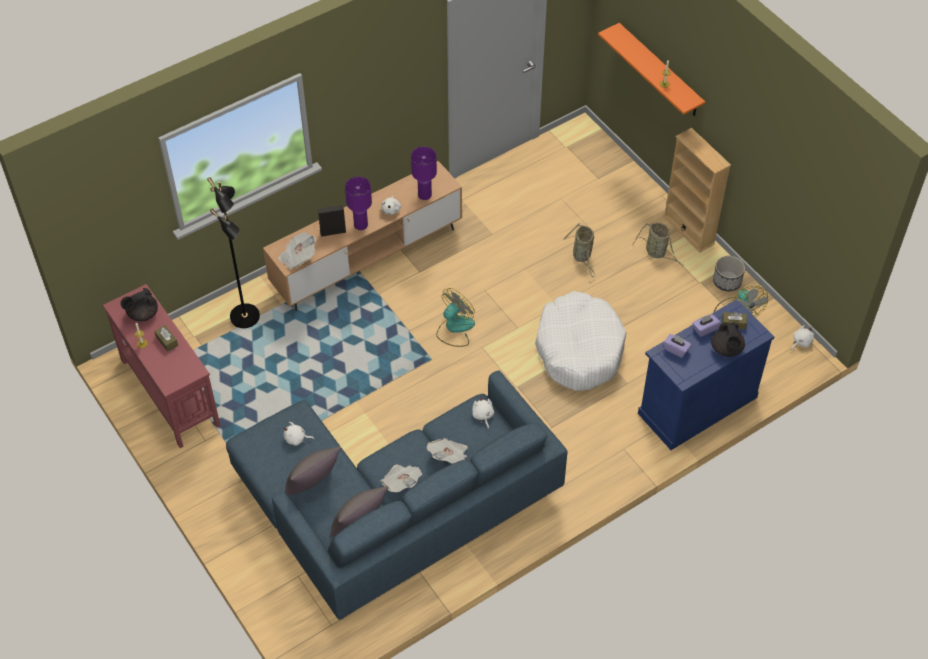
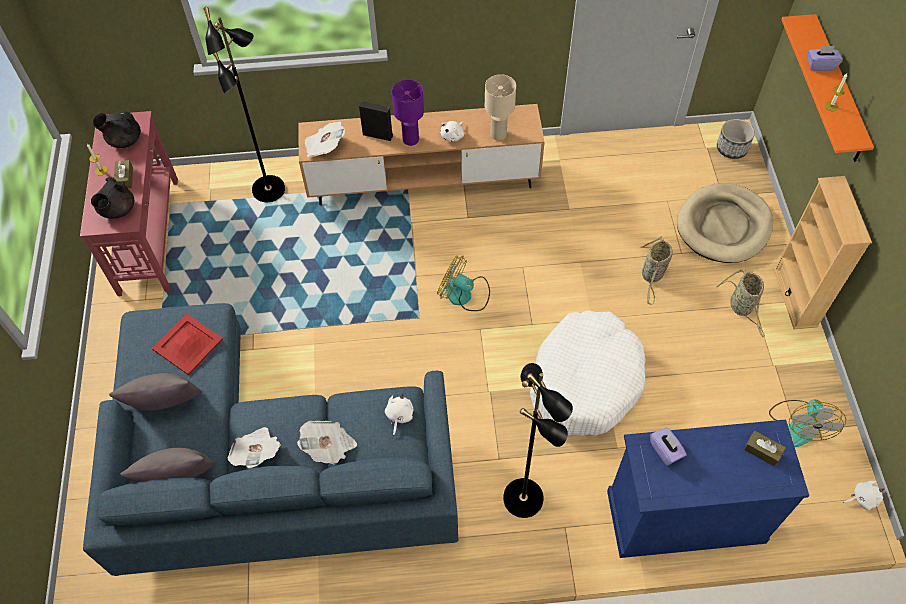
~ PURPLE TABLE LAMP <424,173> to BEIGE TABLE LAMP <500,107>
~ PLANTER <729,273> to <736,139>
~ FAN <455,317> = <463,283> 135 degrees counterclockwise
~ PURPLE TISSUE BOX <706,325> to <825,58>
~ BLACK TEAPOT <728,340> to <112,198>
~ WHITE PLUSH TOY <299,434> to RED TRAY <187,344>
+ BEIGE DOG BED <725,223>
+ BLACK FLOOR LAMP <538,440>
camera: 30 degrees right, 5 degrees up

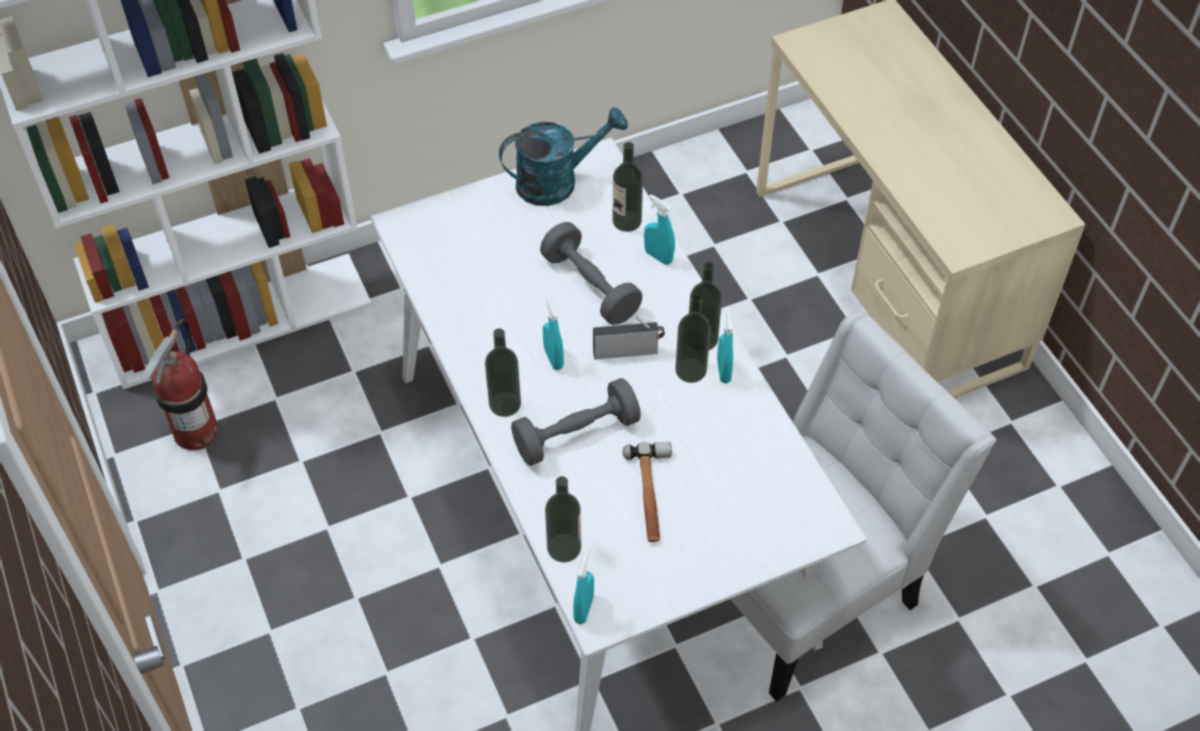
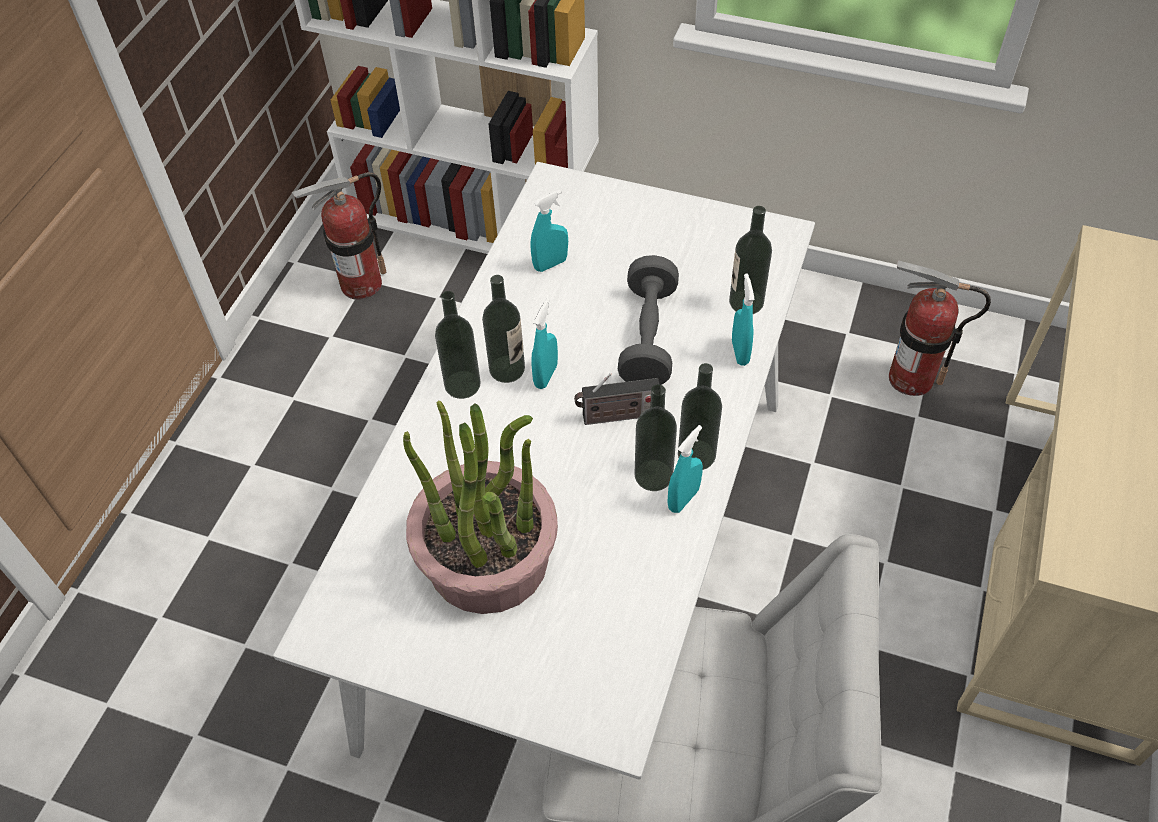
- TURQUOISE WATERING CAN <563,156>
~ RADIO <629,337> = <617,399> 135 degrees clockwise
- GREY DUMBBELL <576,422>
~ HAMMER <647,492> to POTTED PLANT <480,507>
~ BOTTLE <563,519> to <503,329>
~ TURQUOISE SPRAY BOTTLE <583,586> to <549,231>
+ FIRE EXTINGUISHER <940,328>
camera: 45 degrees right, 0 degrees up

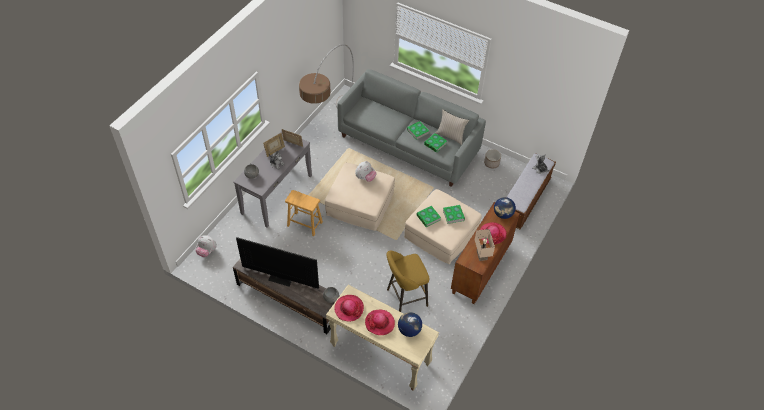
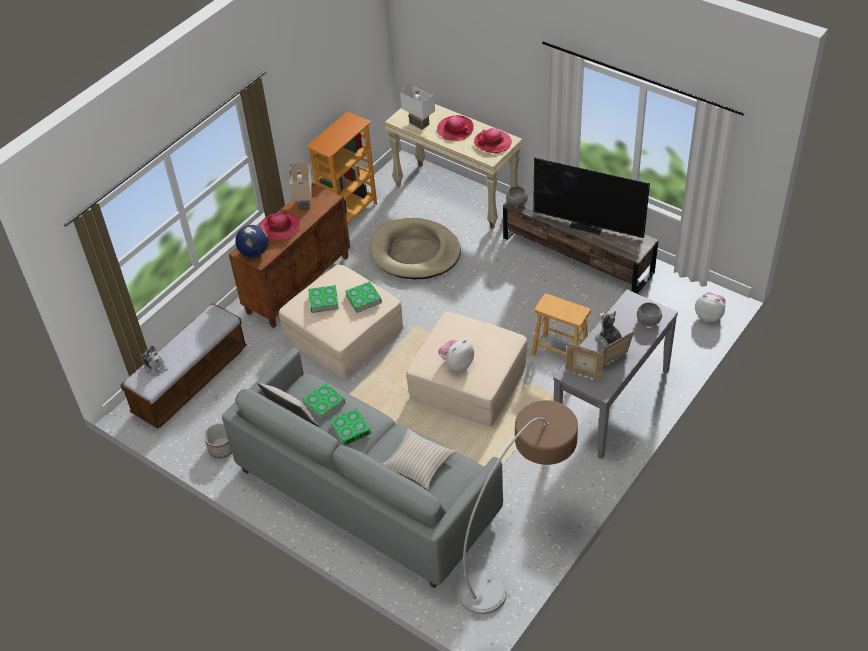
~ YELLOW STOOL <407,281> to BEIGE DOG BED <415,248>
~ GLOBE <410,324> to WHITE TABLE LAMP <417,106>
+ BOOKCASE <341,167>
+ BEIGE PILLOW <419,459>
camera: 170 degrees left, 5 degrees down

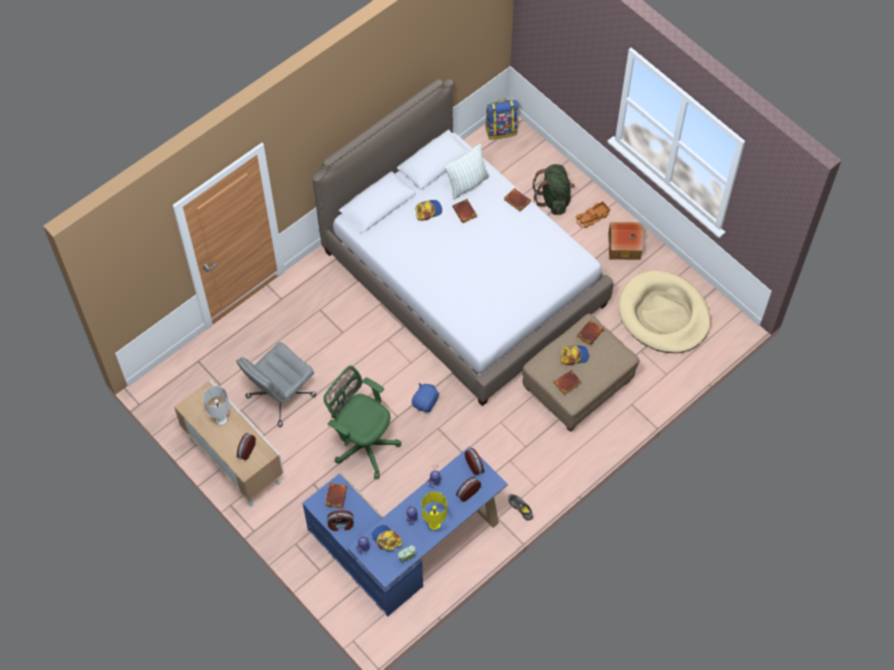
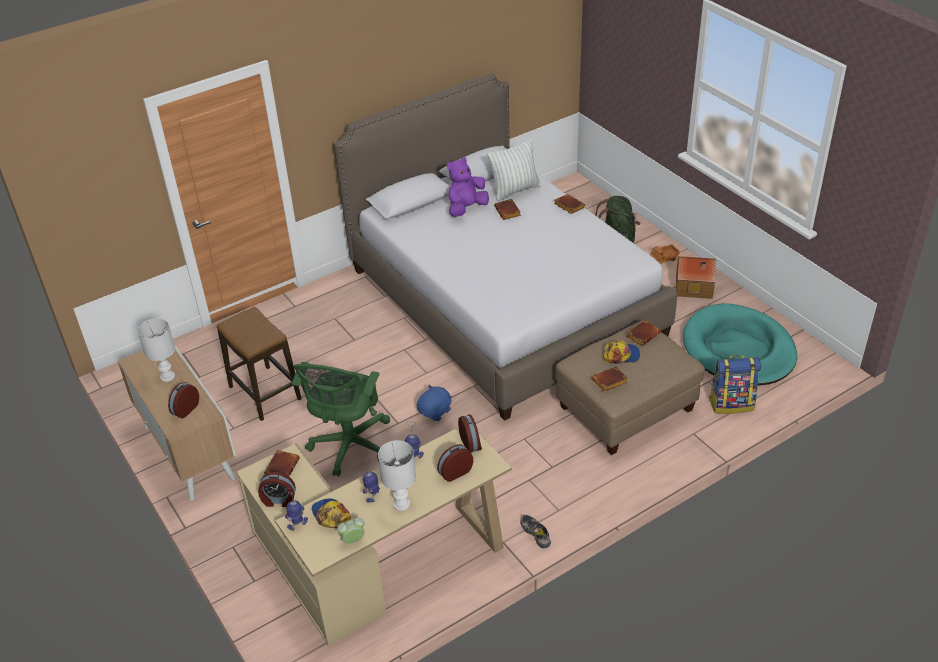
~ BACKPACK <502,118> to <735,384>
~ CAP <428,210> to PURPLE PLUSH TOY <468,187>
~ BEIGE DOG BED <664,311> to TURQUOISE DOG BED <740,344>
~ GREY OFFICE CHAIR <276,384> to STOOL <259,363>
~ GREEN OFFICE CHAIR <362,422> = <341,419> 120 degrees counterclockwise
~ BLUE DESK <405,531> to BEIGE DESK <374,536>
~ YELLOW TABLE LAMP <434,511> to WHITE TABLE LAMP <397,475>
camera: 10 degrees right, 20 degrees down

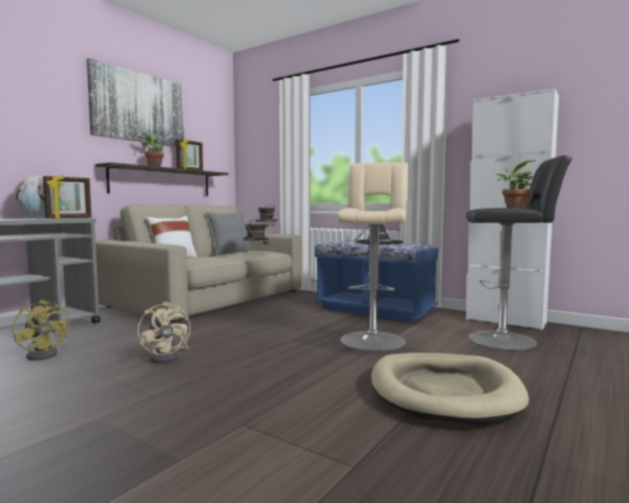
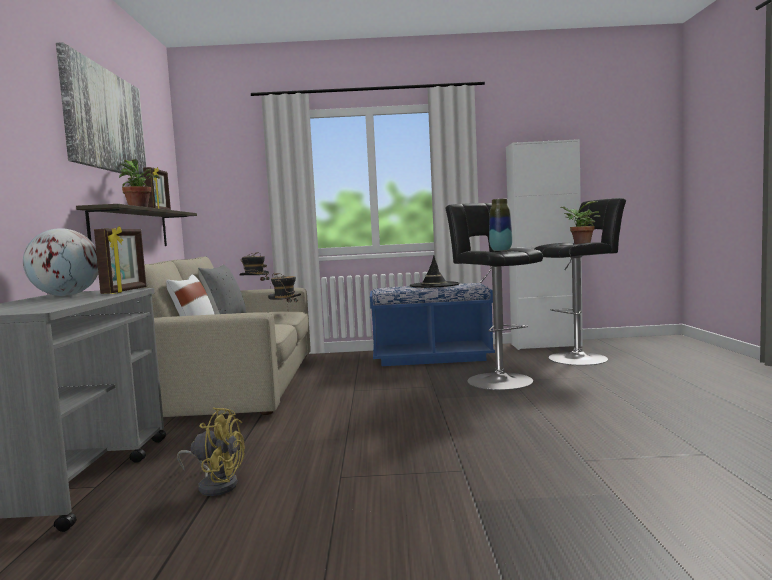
~ BEIGE STOOL <372,256> to BLACK STOOL <494,296>
- BEIGE FAN <164,332>
- BEIGE DOG BED <450,389>
+ VASE <500,225>
camera: 35 degrees left, 0 degrees up

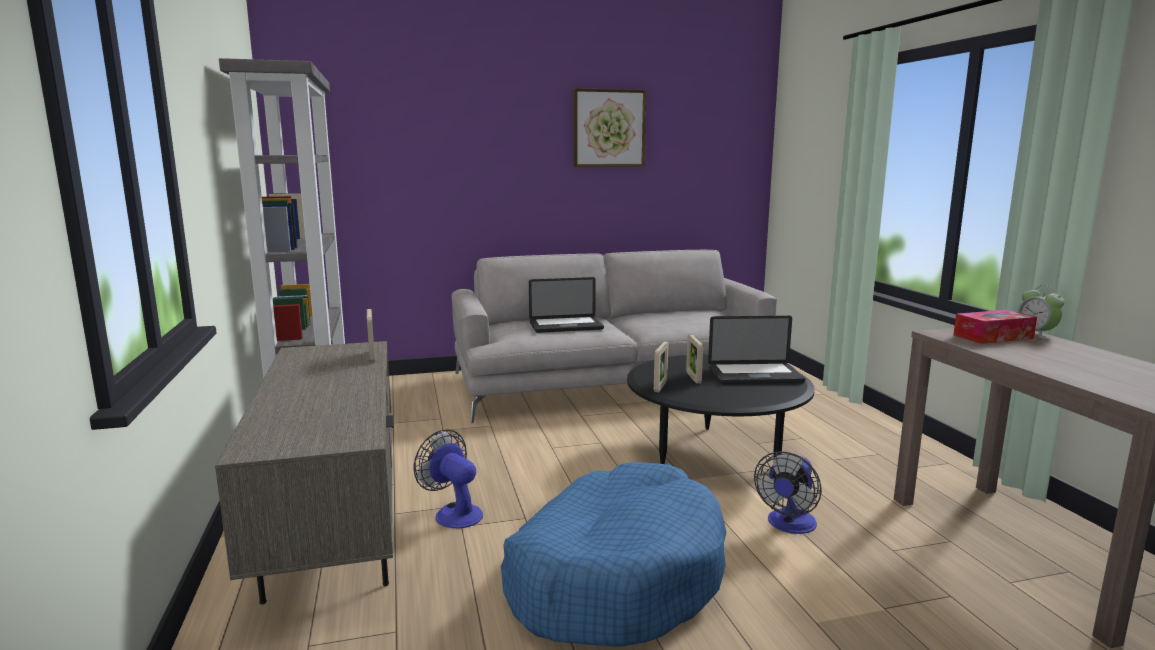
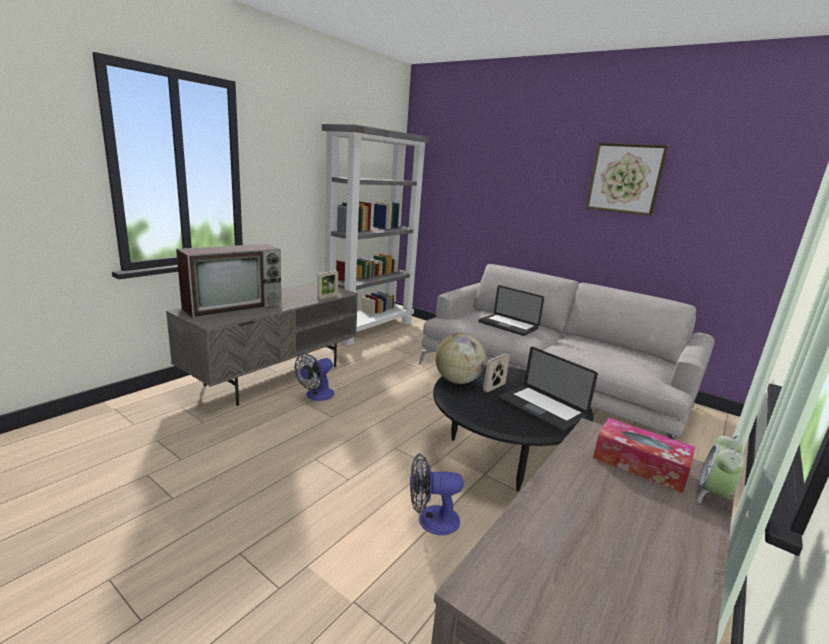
~ PICTURE FRAME <661,367> to GLOBE <460,358>
~ FAN <448,478> = <315,377> 150 degrees counterclockwise
- BLUE DOG BED <614,554>
+ TELEVISION <228,281>
camera: 50 degrees right, 5 degrees up

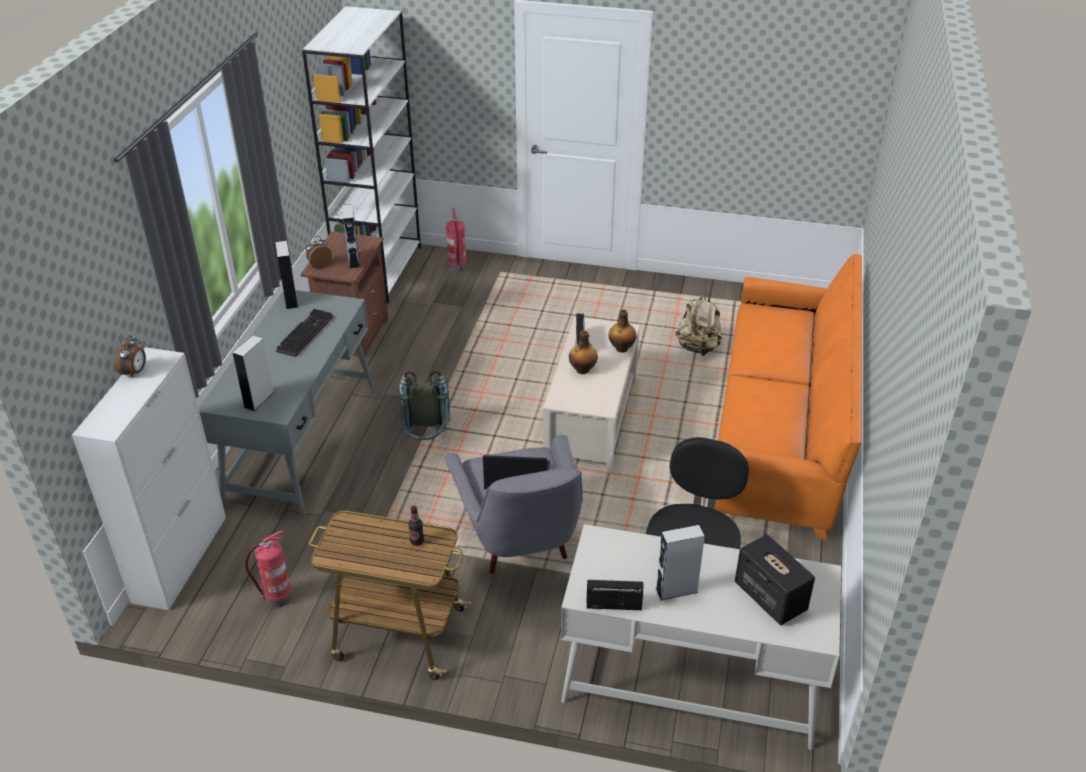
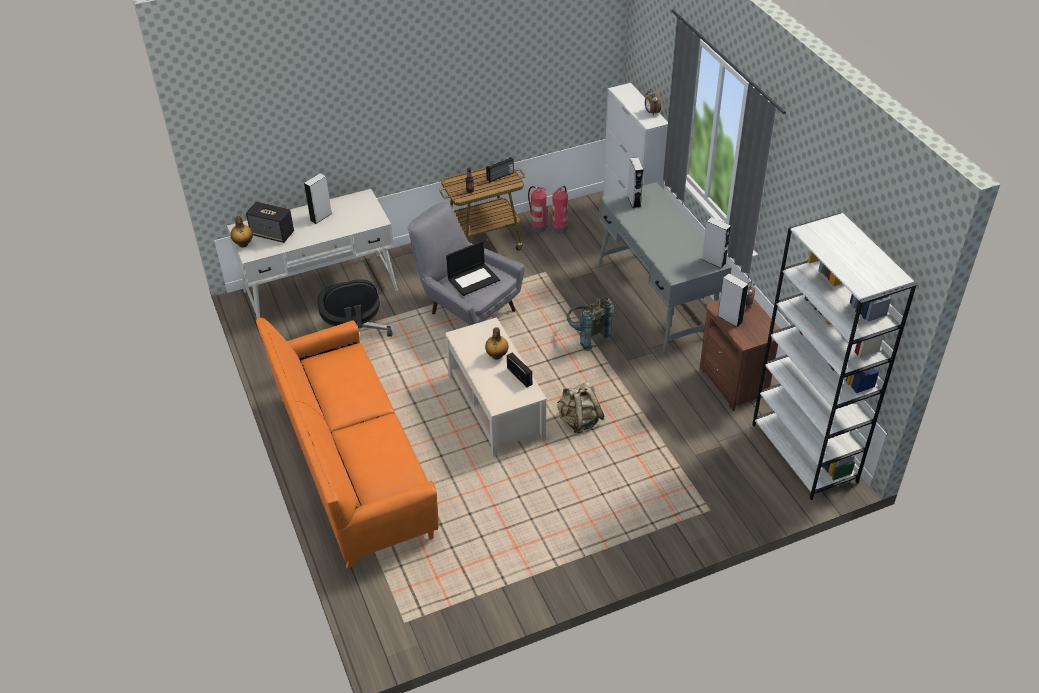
~ FIRE EXTINGUISHER <456,240> to <537,209>
~ BEIGE BACKPACK <698,325> to <580,407>
- KEYBOARD <304,332>
~ BOTTLE <623,331> to <241,231>
~ RADIO <614,595> to <500,169>
camera: 145 degrees right, 5 degrees up

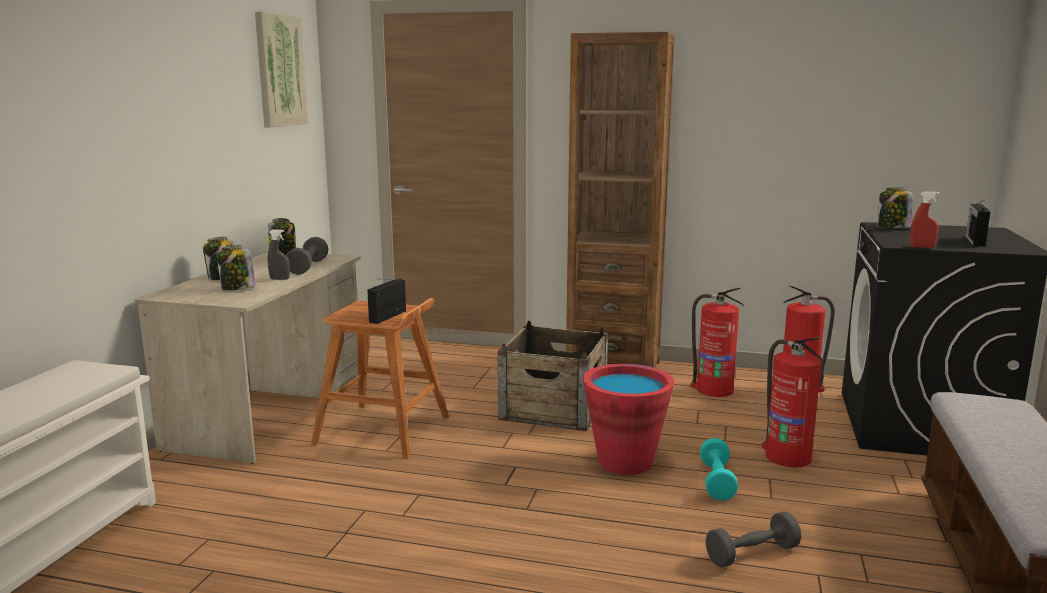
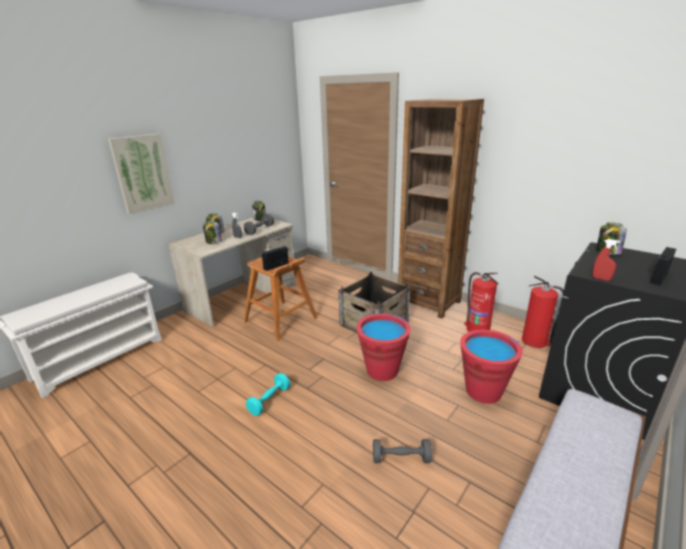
~ PICTURE <281,70> to <141,174>
~ FIRE EXTINGUISHER <792,402> to RED BUCKET <491,367>
~ TURQUOISE DUMBBELL <719,469> to <268,394>
camera: 25 degrees right, 10 degrees up

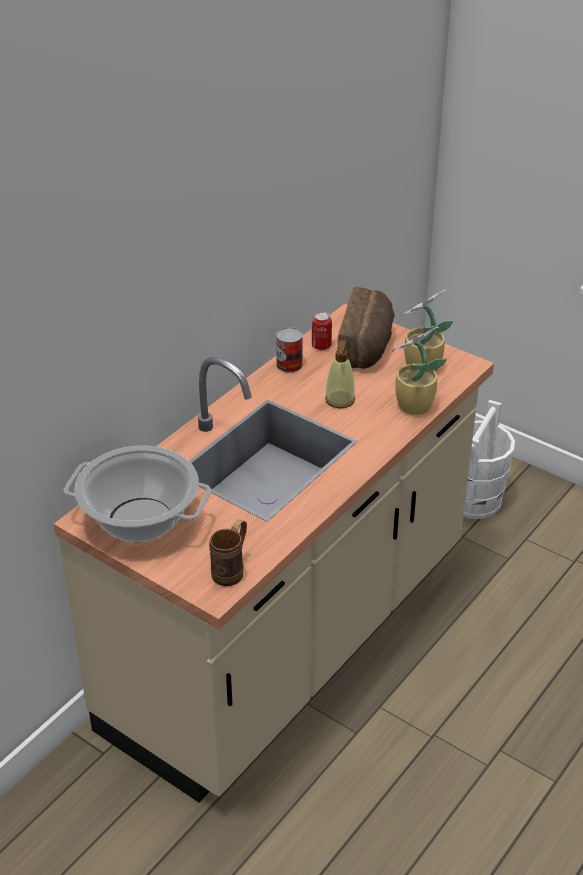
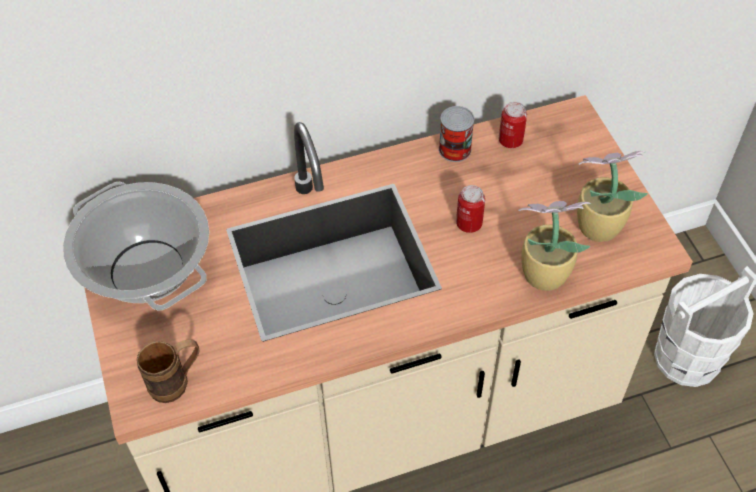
- BREAD <366,328>
~ SOAP DISPENSER <340,374> to CAN <470,209>
camera: 35 degrees right, 15 degrees up

